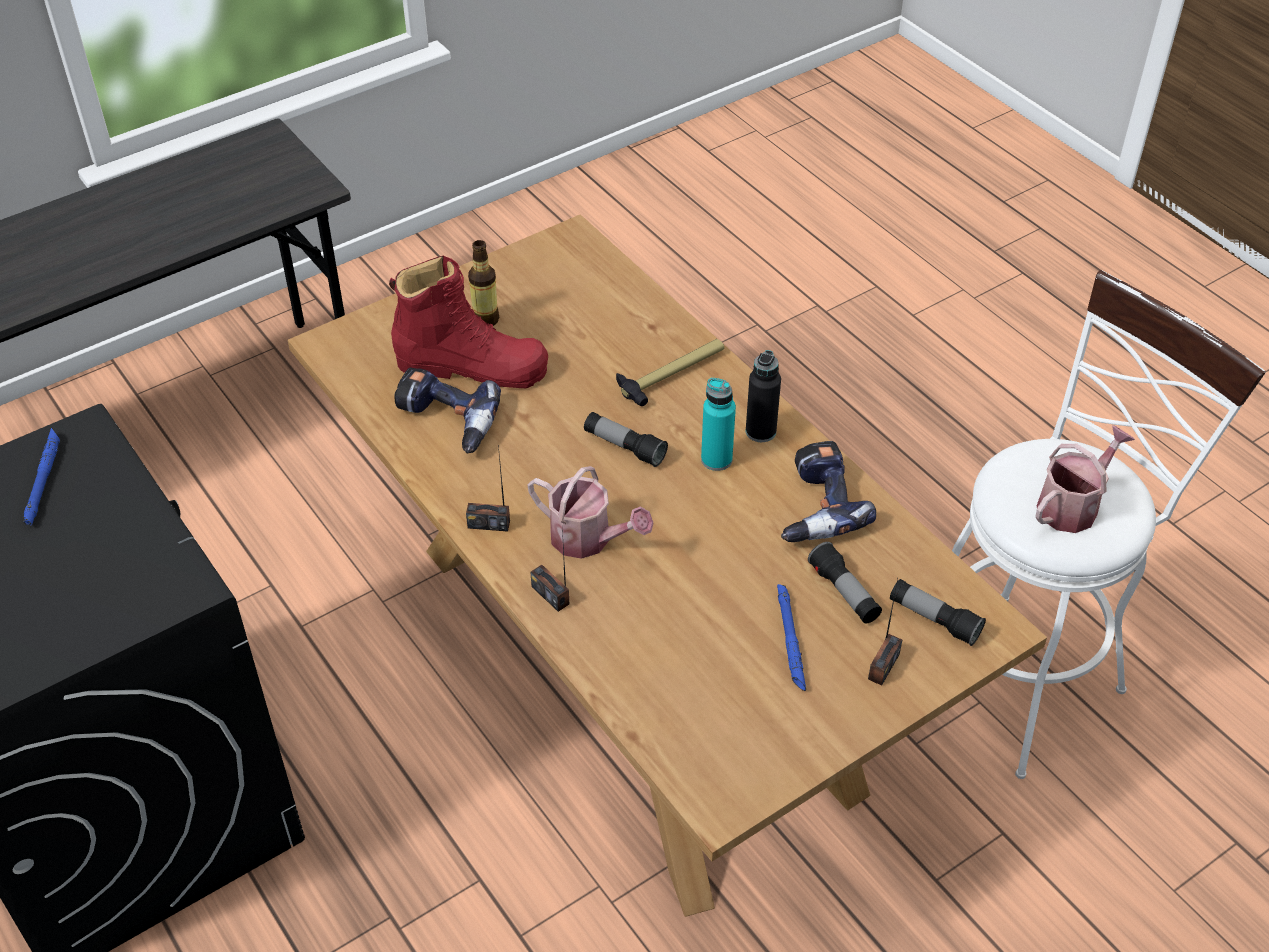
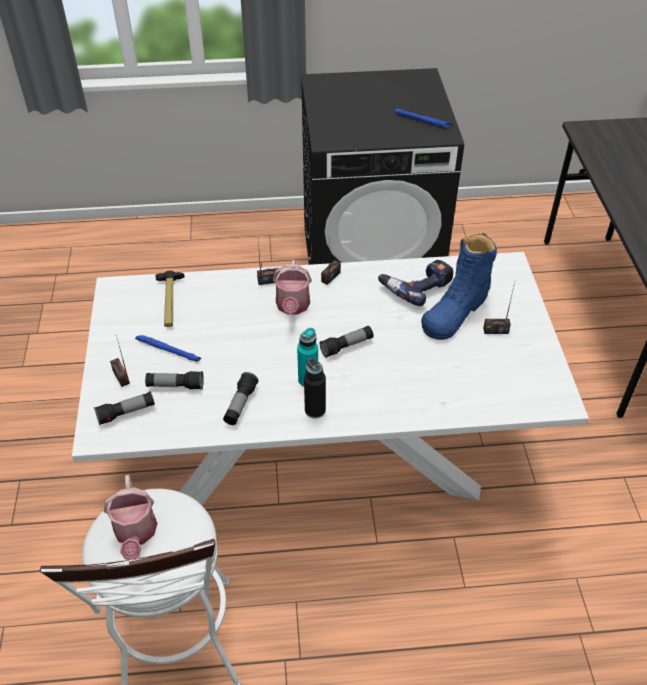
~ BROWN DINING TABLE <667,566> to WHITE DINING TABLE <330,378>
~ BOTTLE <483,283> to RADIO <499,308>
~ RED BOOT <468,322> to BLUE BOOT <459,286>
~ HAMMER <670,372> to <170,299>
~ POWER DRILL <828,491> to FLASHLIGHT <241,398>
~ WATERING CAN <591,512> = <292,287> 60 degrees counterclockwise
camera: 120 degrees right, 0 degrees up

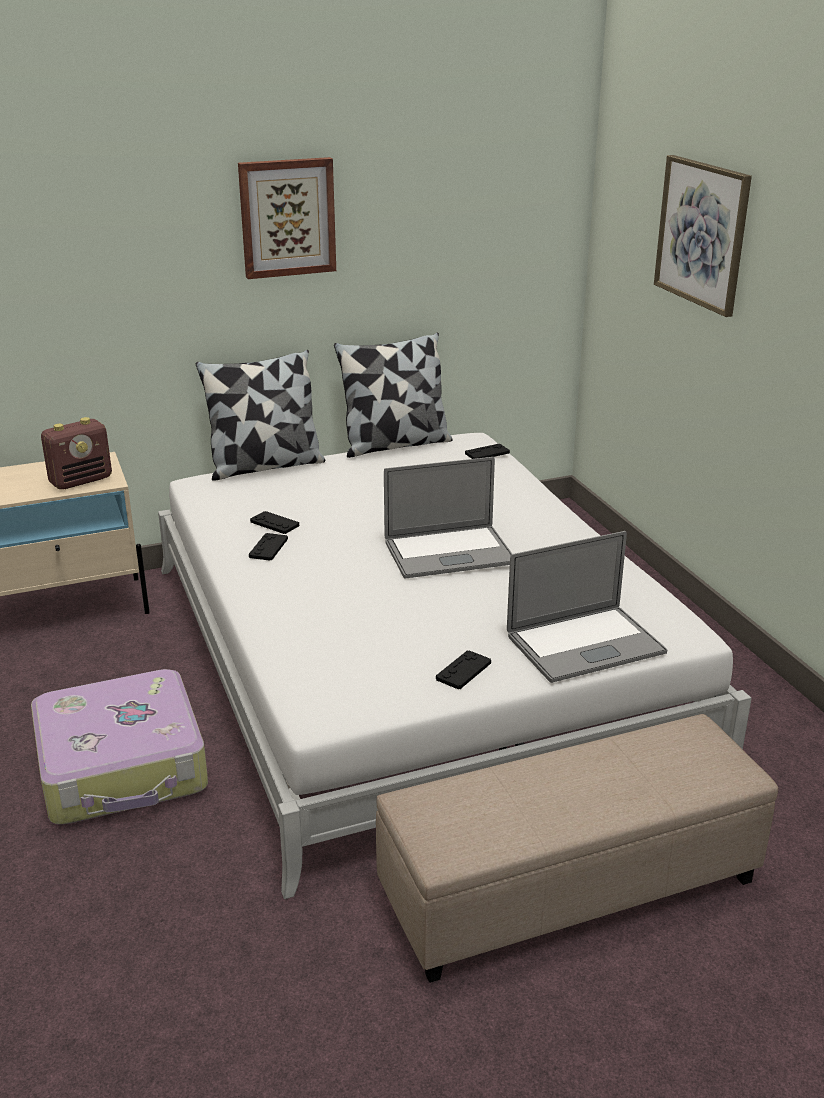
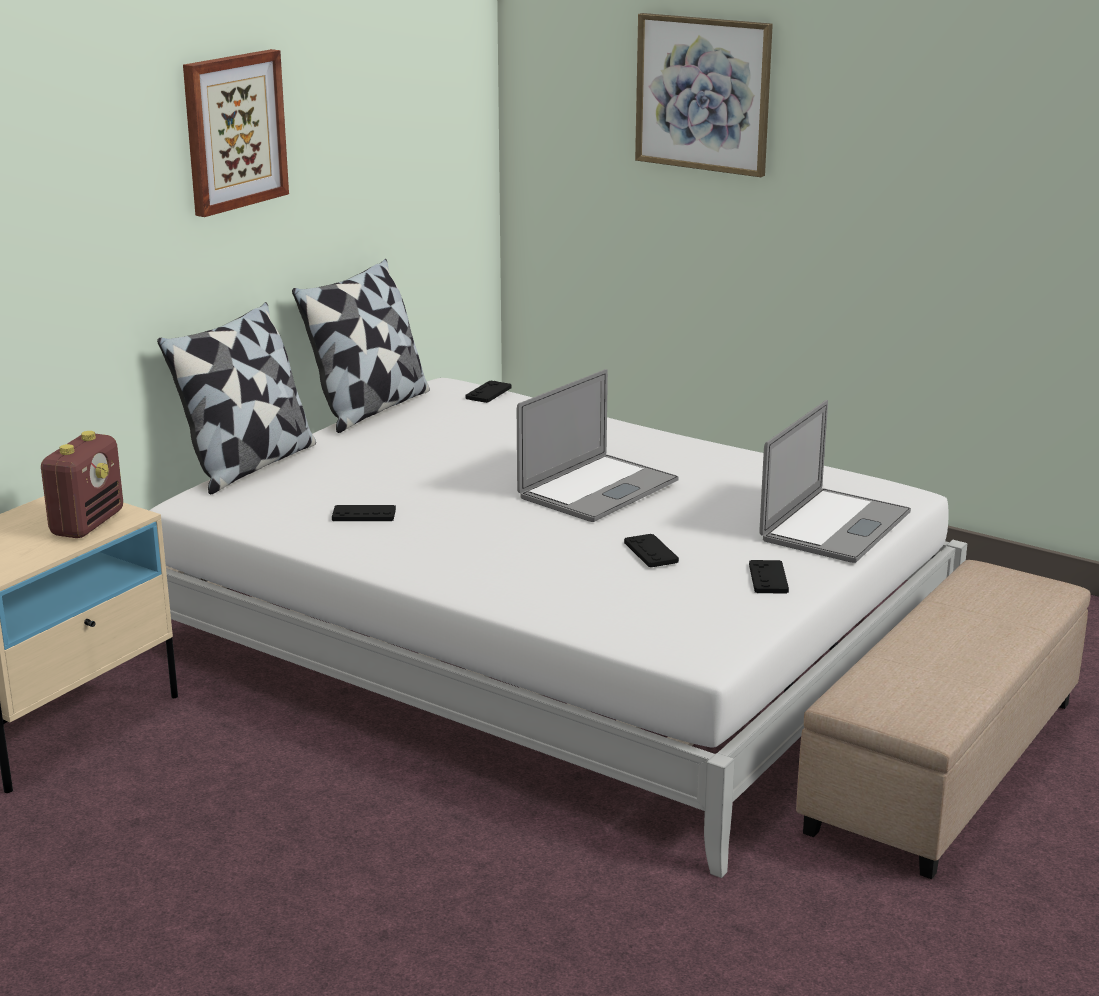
~ BLACK GAME CONTROLLER <268,547> to <651,550>
- SUITCASE <119,747>
camera: 35 degrees left, 5 degrees down

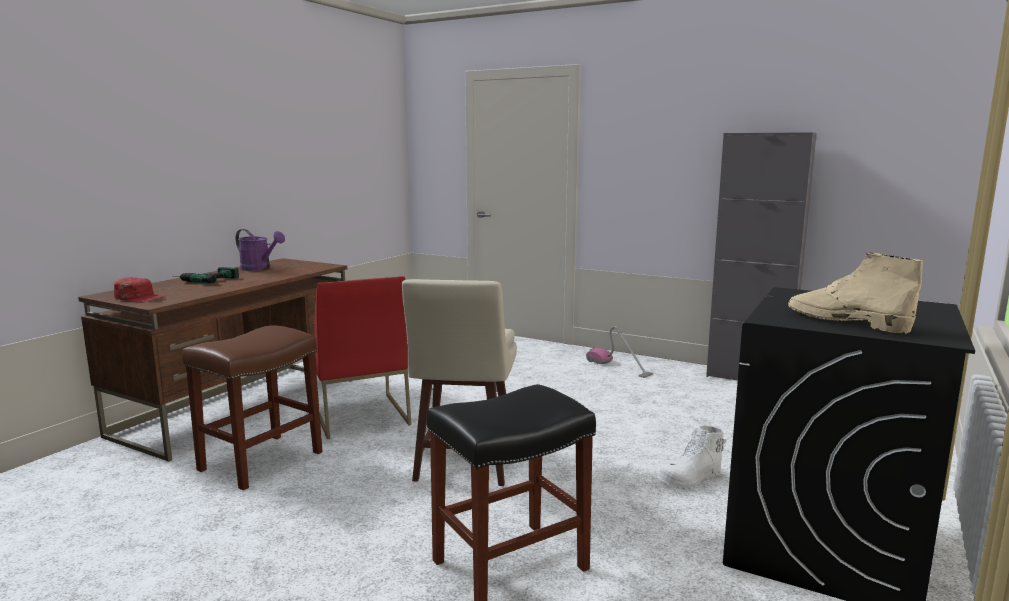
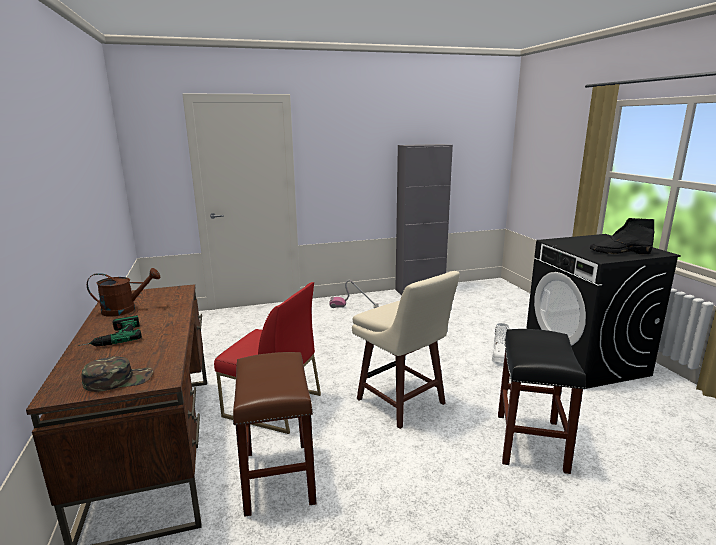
~ PURPLE WATERING CAN <260,250> to BROWN WATERING CAN <123,292>
~ BEIGE BOOT <855,294> to BLACK BOOT <622,236>
~ RED CAP <139,290> to GREEN CAP <117,374>
camera: 45 degrees left, 5 degrees up

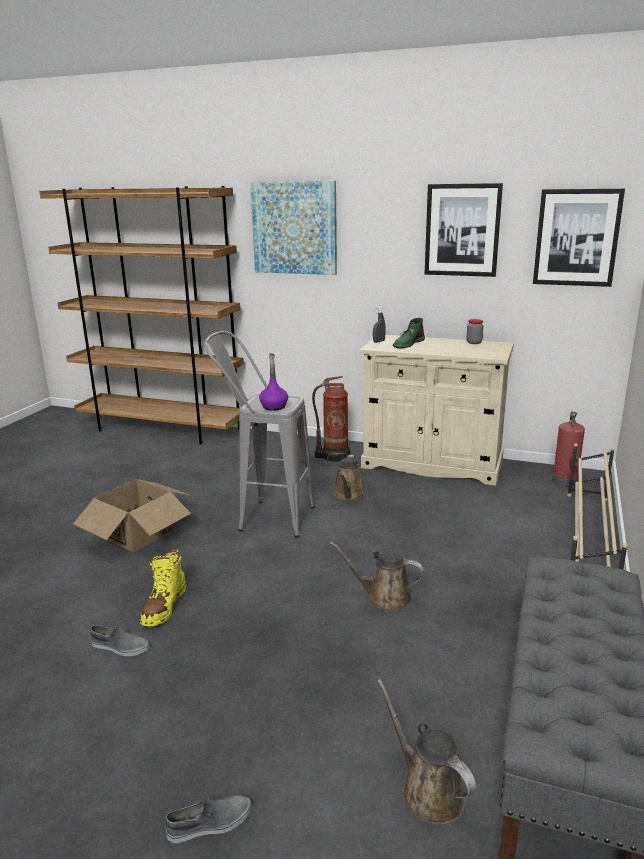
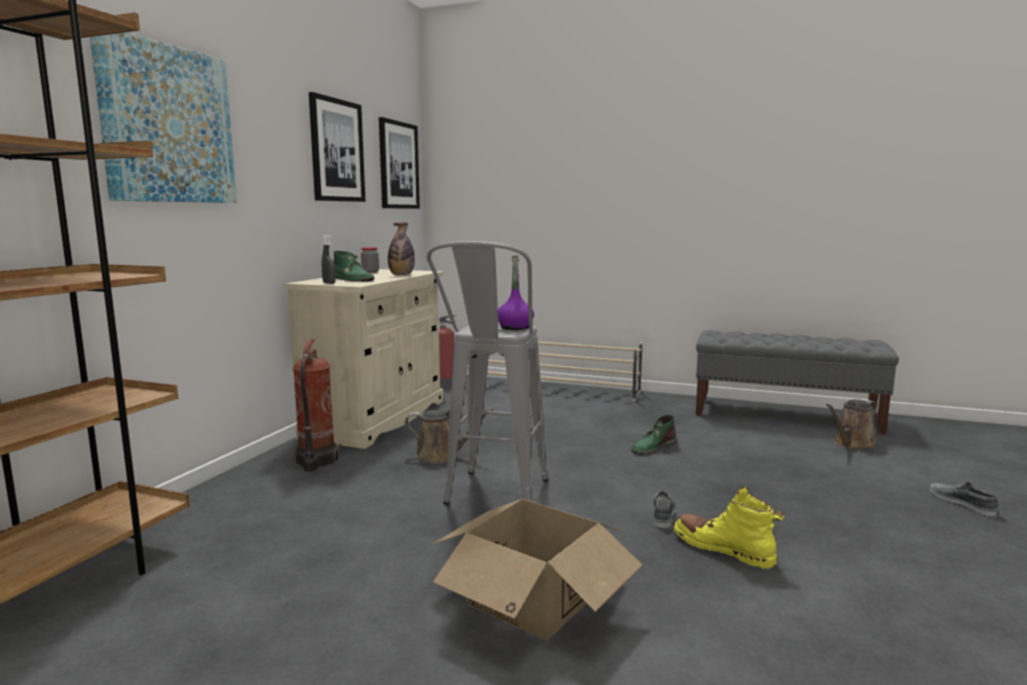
~ BROWN WATERING CAN <377,576> to GREEN BOOT <654,435>
~ YELLOW BOOT <163,587> = <729,528> 150 degrees counterclockwise
~ GREY SHOE <120,640> to <664,509>
+ BOTTLE <401,248>
camera: 90 degrees left, 10 degrees down

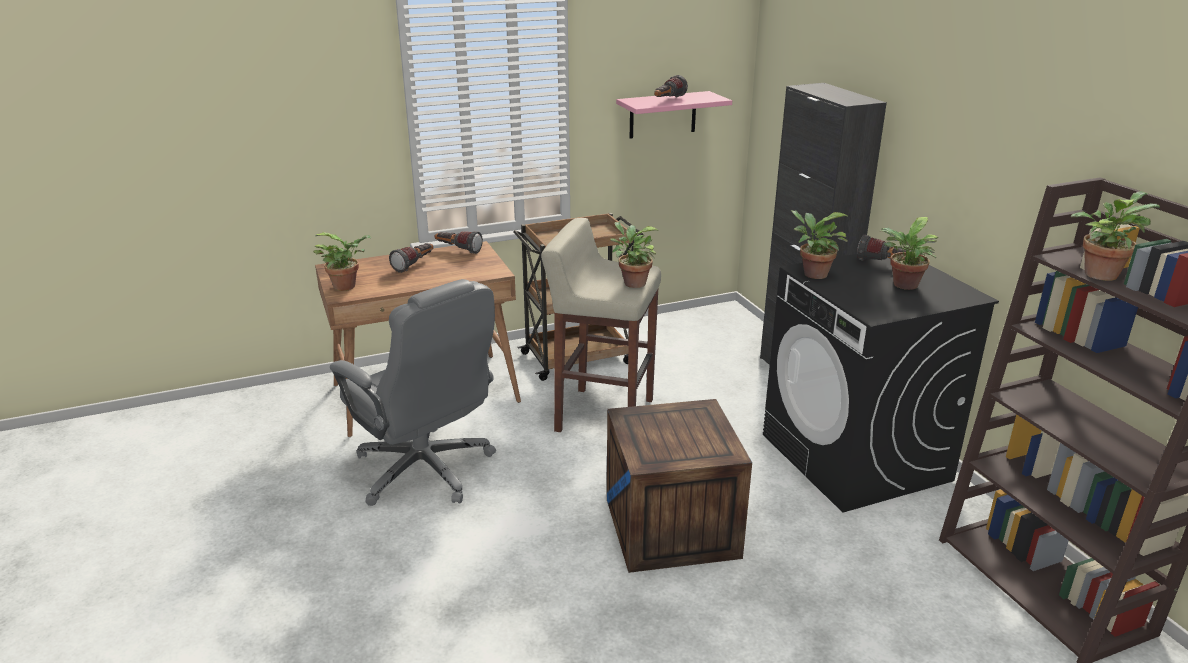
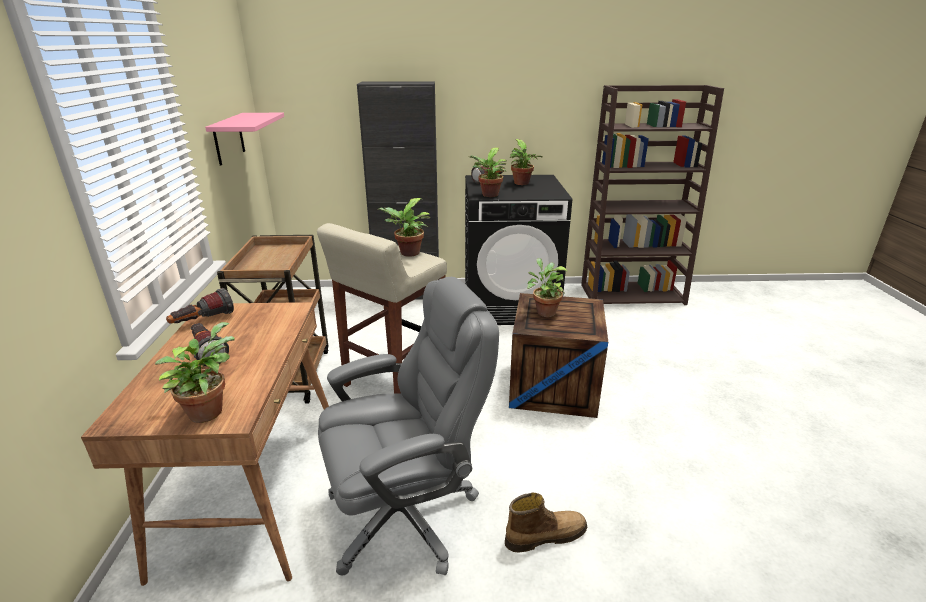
- FLASHLIGHT <671,86>
~ POTTED PLANT <1115,236> to <547,287>
+ BOOT <546,522>
camera: 70 degrees left, 0 degrees up

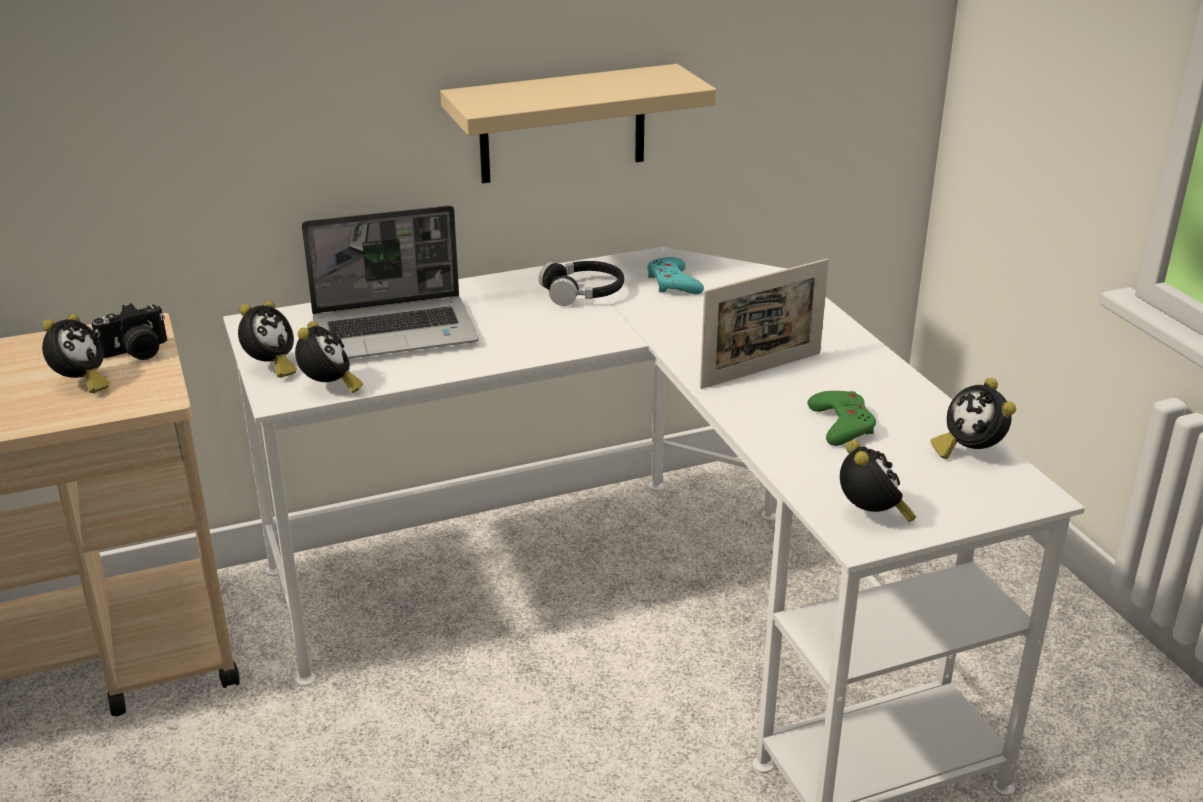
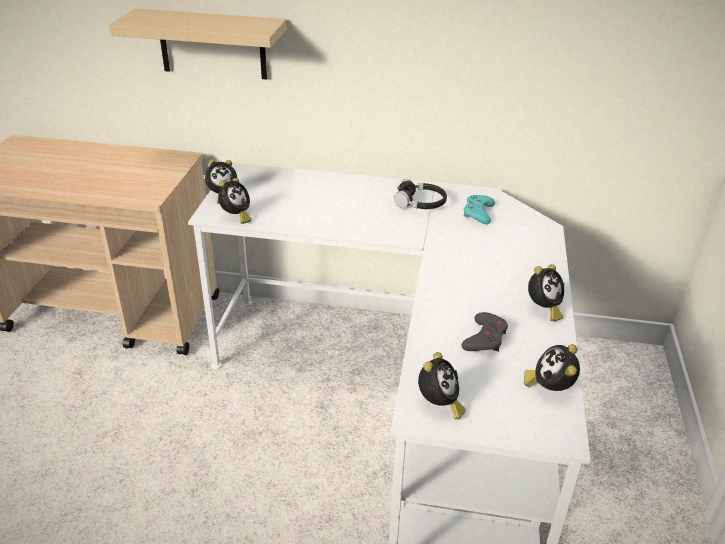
~ BEIGE SHELF <578,123> to <198,44>
- LAPTOP <390,282>
- PICTURE FRAME <764,323>
- PHOTO CAMERA <129,331>
~ ALARM CLOCK <76,353> to <546,292>
~ GREEN GAME CONTROLLER <841,418> to GREY GAME CONTROLLER <484,331>
camera: 30 degrees right, 5 degrees up

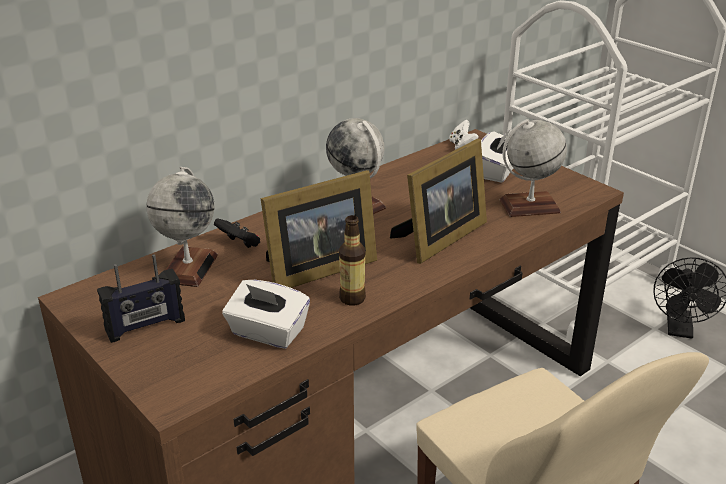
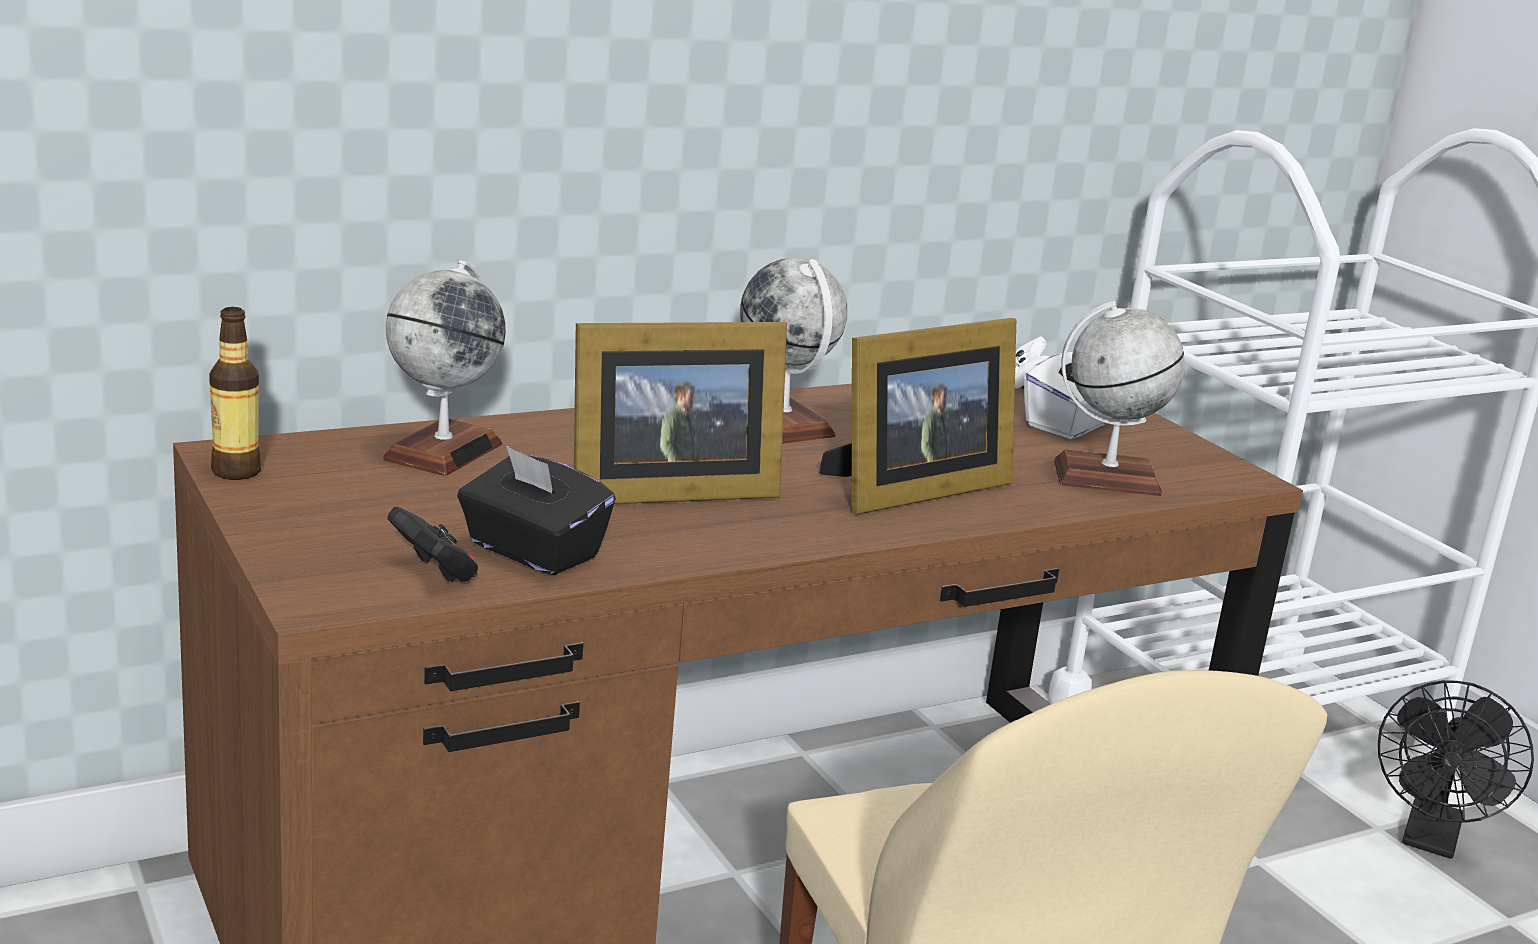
~ BOTTLE <352,260> to <235,393>
~ BLACK GAME CONTROLLER <237,233> to <432,544>
- RADIO <141,298>
~ WHITE TISSUE BOX <266,314> to BLACK TISSUE BOX <536,510>
camera: 10 degrees right, 10 degrees down

